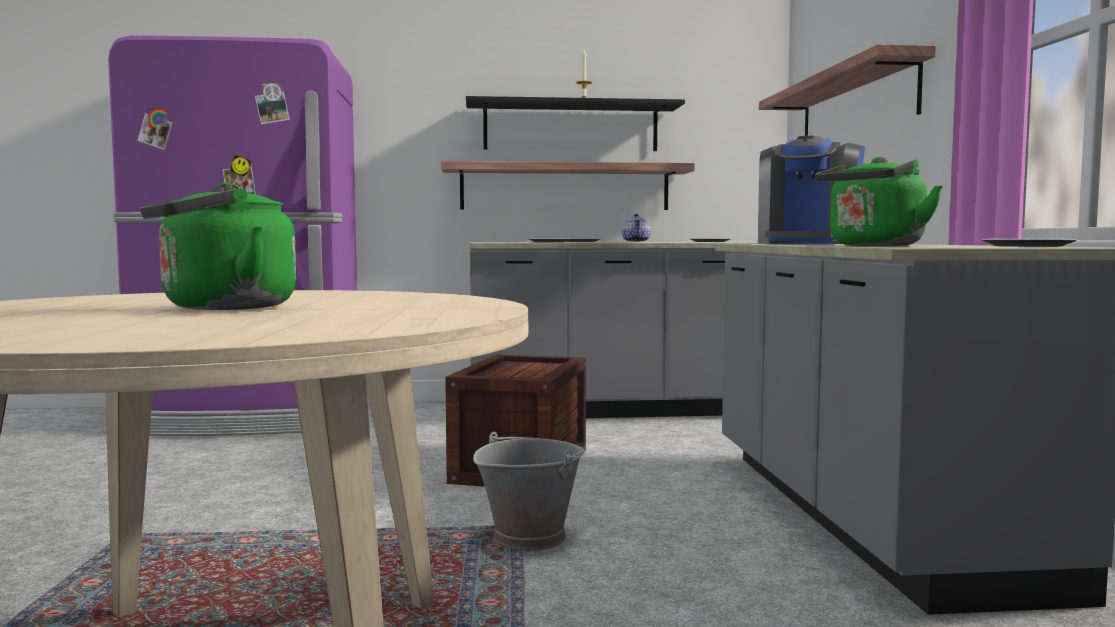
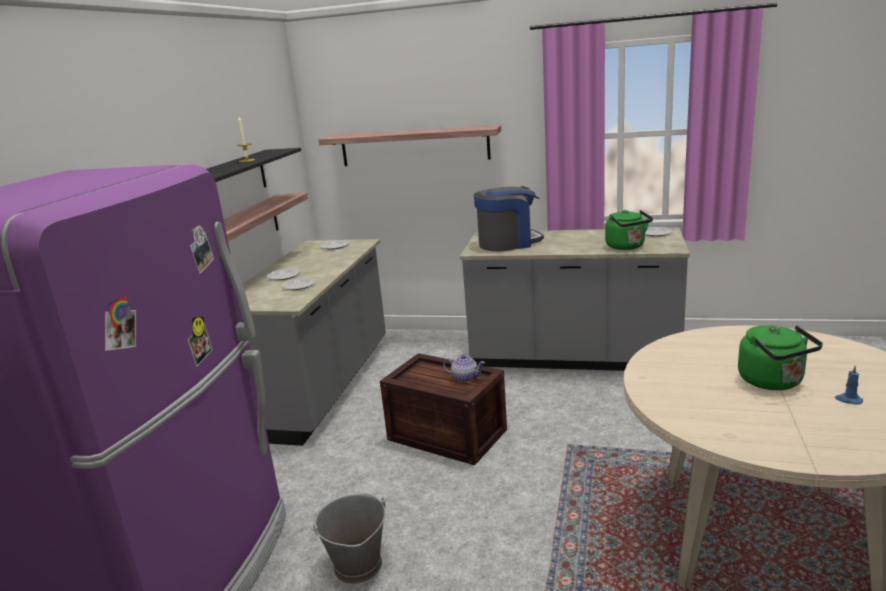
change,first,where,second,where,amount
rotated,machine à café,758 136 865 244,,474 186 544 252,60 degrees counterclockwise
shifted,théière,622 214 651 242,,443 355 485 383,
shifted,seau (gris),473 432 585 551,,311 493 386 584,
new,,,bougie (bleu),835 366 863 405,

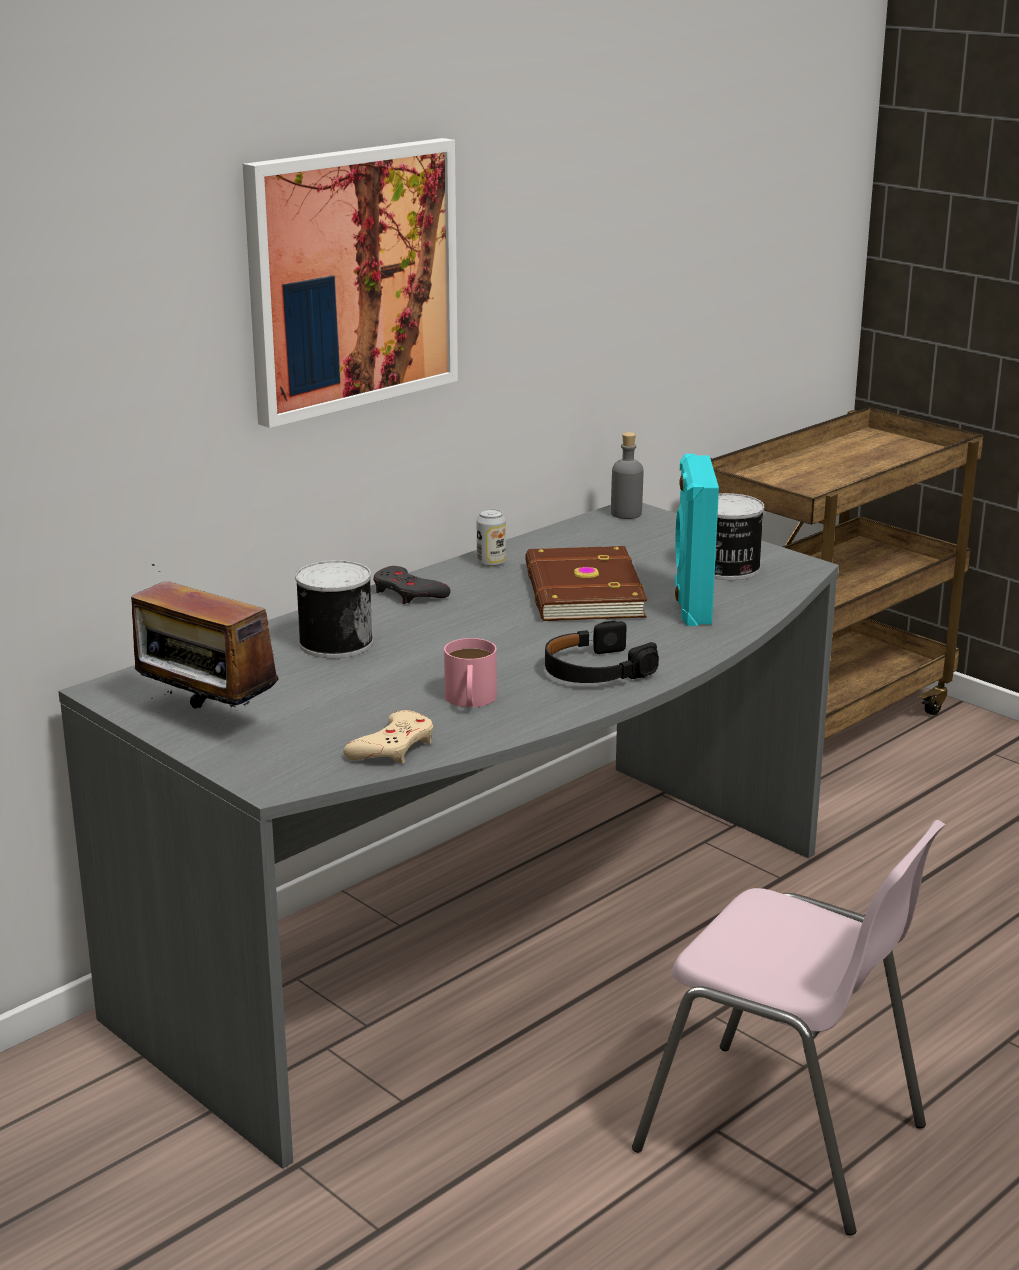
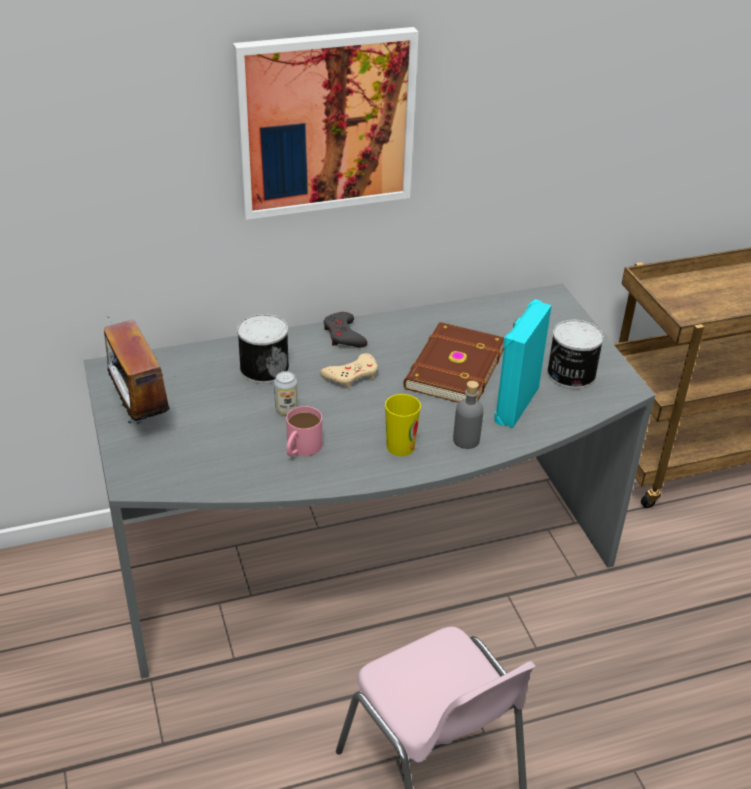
change,first,where,second,where,amount
shifted,bouteille (gris),611 432 644 519,,453 381 484 449,
shifted,boîte métallique,477 509 506 567,,274 371 298 415,
swapped,casque audio (noir),545 621 659 683,tasse,385 394 421 456,
shifted,manette (beige),343 710 434 763,,320 353 378 389,

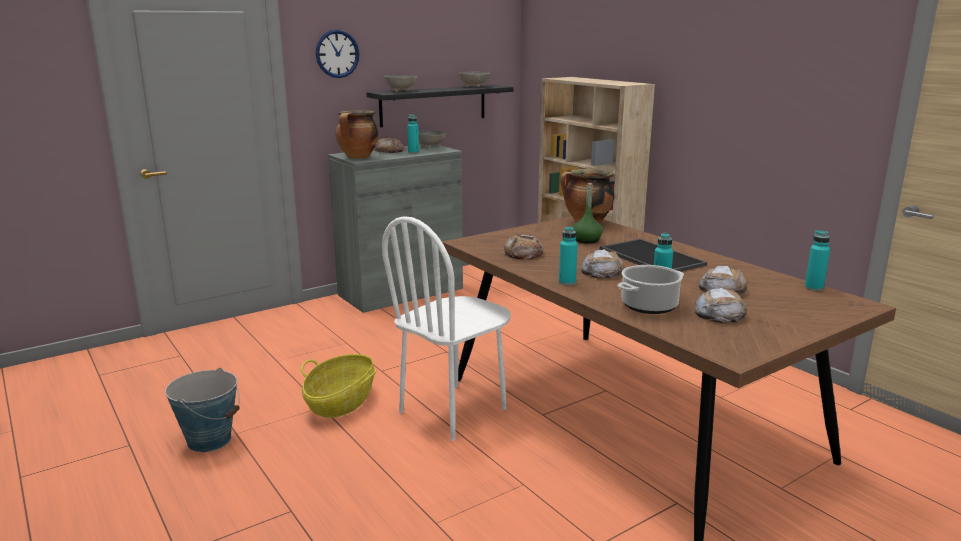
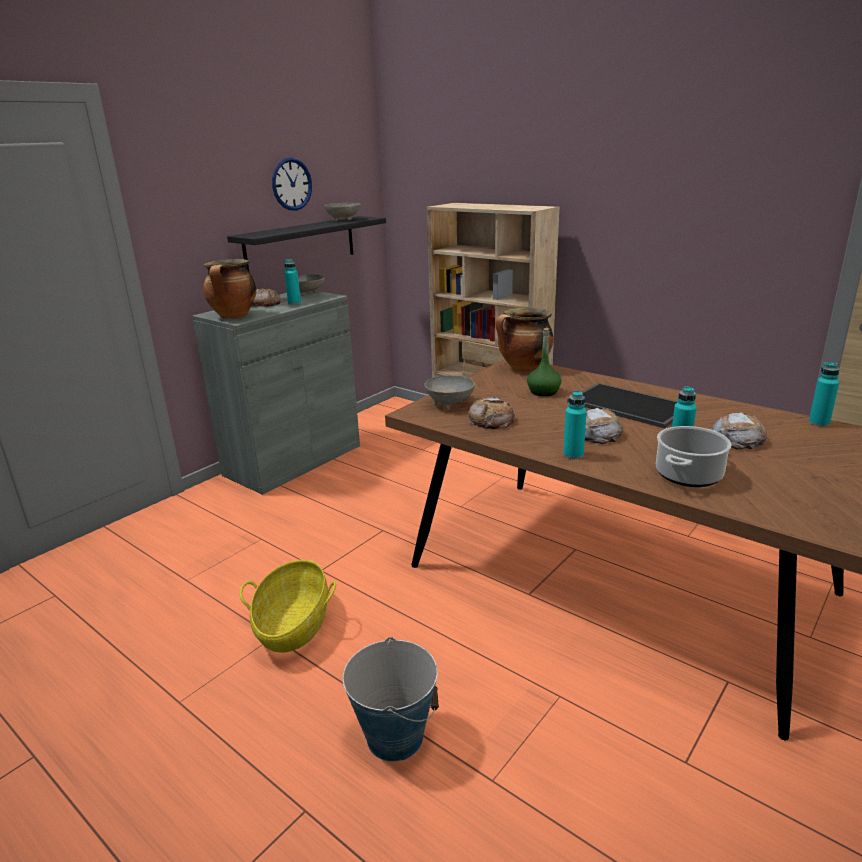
change,first,where,second,where,amount
shifted,horloge murale,316 30 359 78,,272 158 312 211,
shifted,bol (gris),384 75 417 92,,424 375 475 409,
gone,chaise (blanc),382 216 511 441,,,
gone,pain,695 287 748 324,,,
shifted,seau,165 368 240 452,,343 637 439 762,

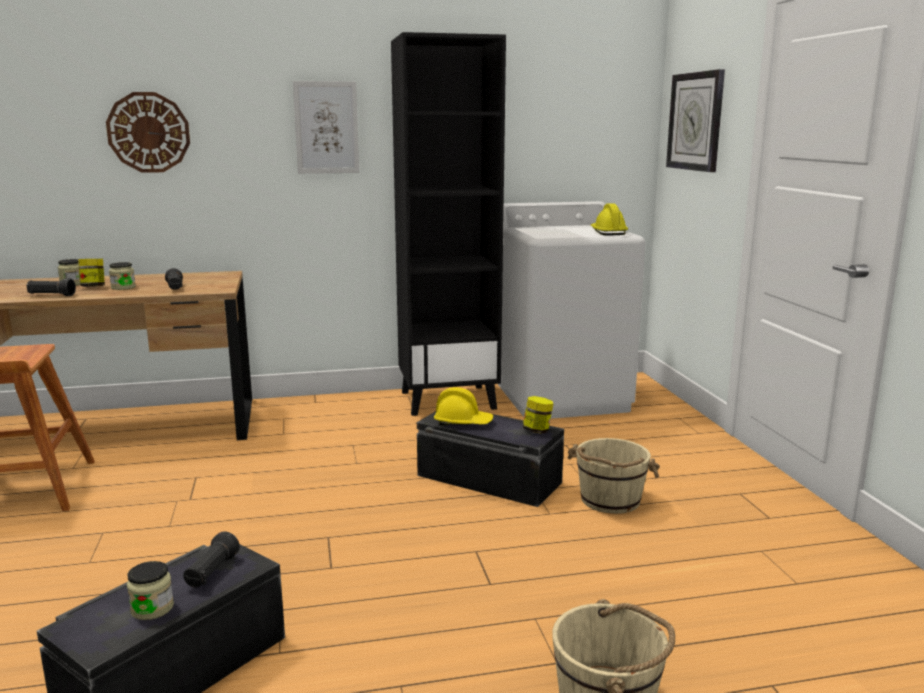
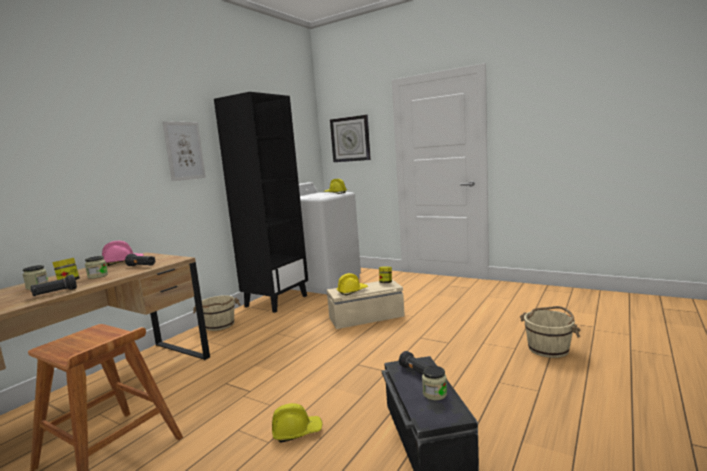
change,first,where,second,where,amount
gone,horloge murale,106 92 190 173,,,
repainted,boîte de rangement (noir),417 411 564 507,boîte de rangement (beige),327 280 405 329,
shifted,seau (beige),567 438 660 514,,193 295 241 331,
new,,,casque de chantier (rose),102 241 144 266,
new,,,casque de chantier (jaune),272 403 323 442,

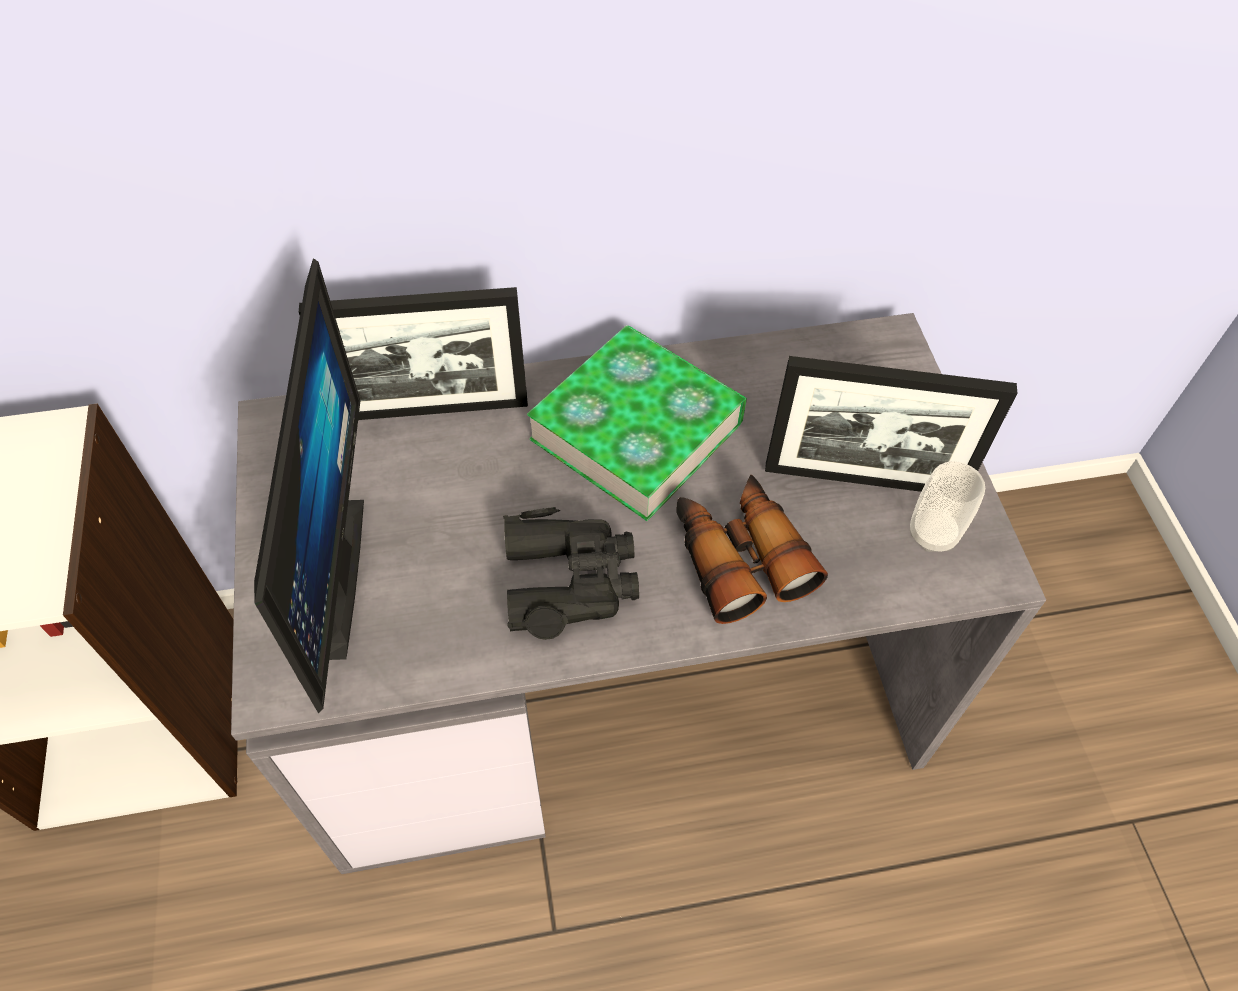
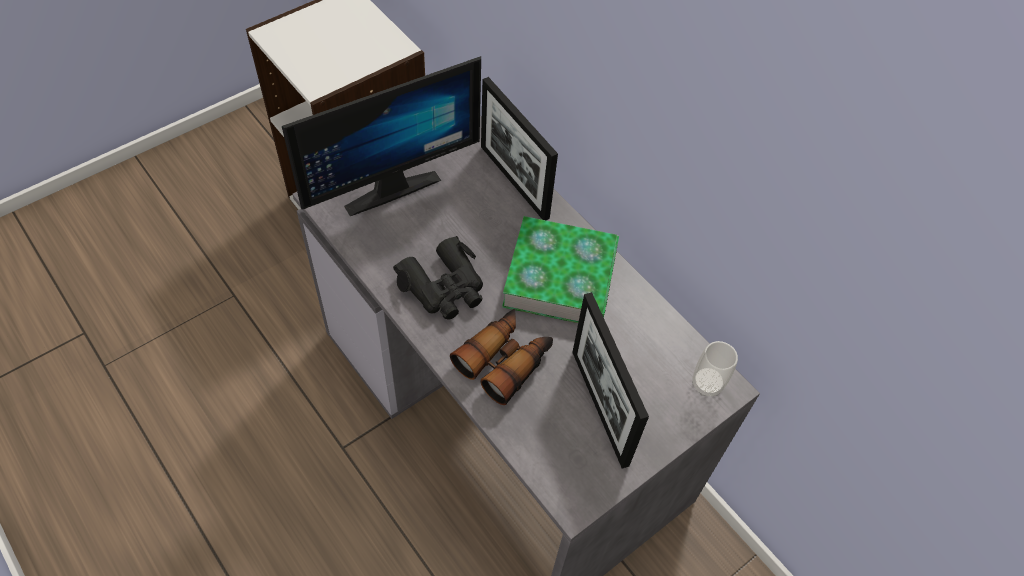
change,first,where,second,where,amount
shifted,tasse,910 461 985 552,,692 341 738 396,

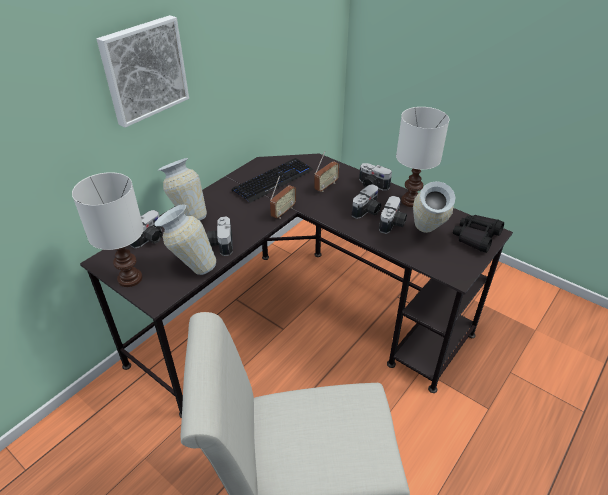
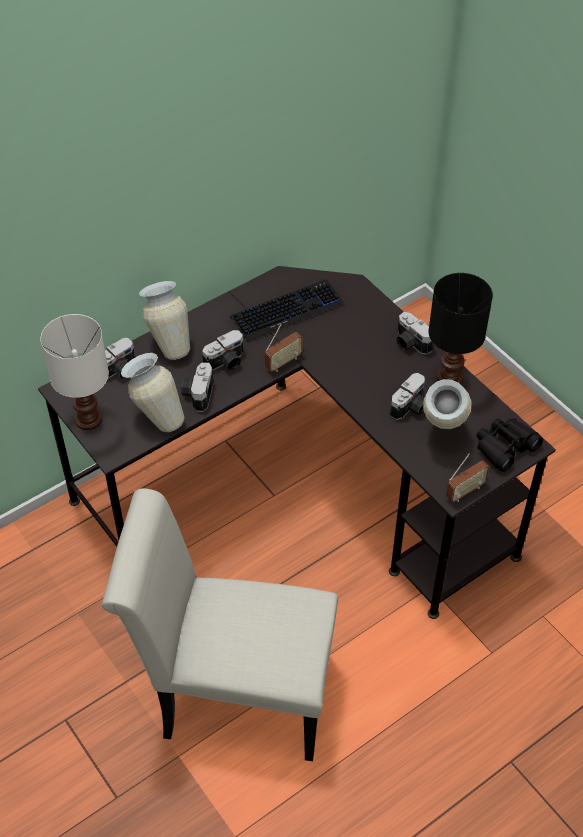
change,first,where,second,where,amount
gone,tableau,97 15 189 128,,,
repainted,lampe de table (blanc),396 107 449 207,lampe de table (noir),428 273 493 384,
shifted,radio,314 151 339 192,,446 454 490 502,
shifted,appareil photo,351 184 381 219,,202 330 243 371,

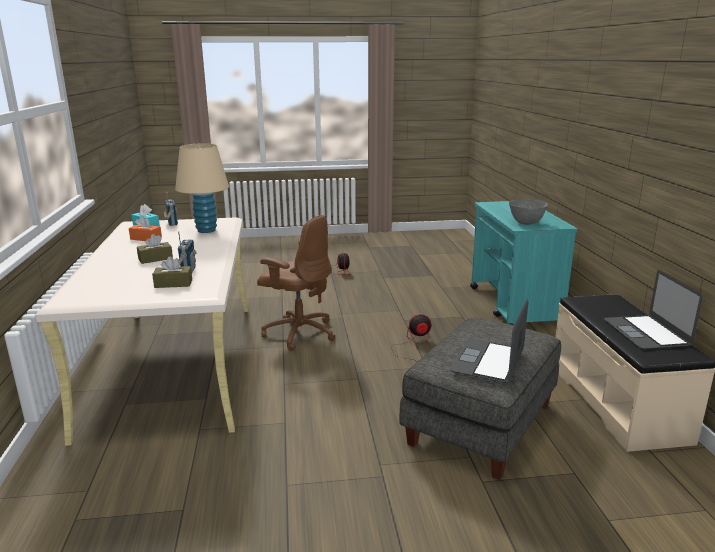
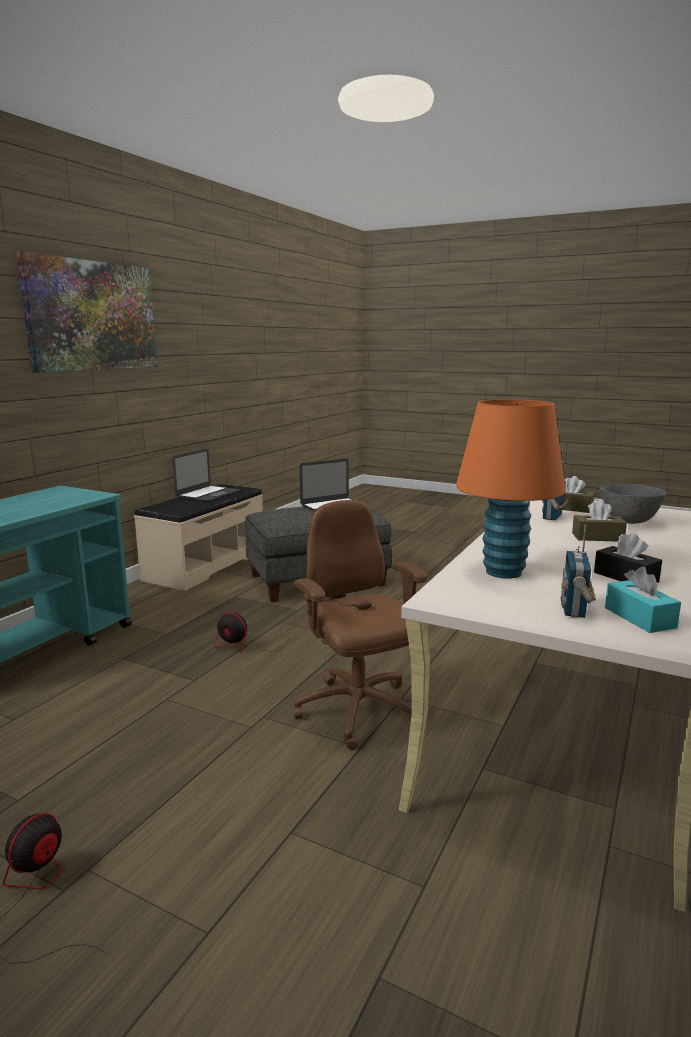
change,first,where,second,where,amount
repainted,lampe de table (beige),175 143 229 233,lampe de table (orange),456 399 566 579,
shifted,bol (gris),509 199 548 225,,599 483 667 524,
repainted,boîte à mouchoirs (orange),129 216 162 241,boîte à mouchoirs (noir),594 533 662 583,
new,,,tableau,16 251 158 373,

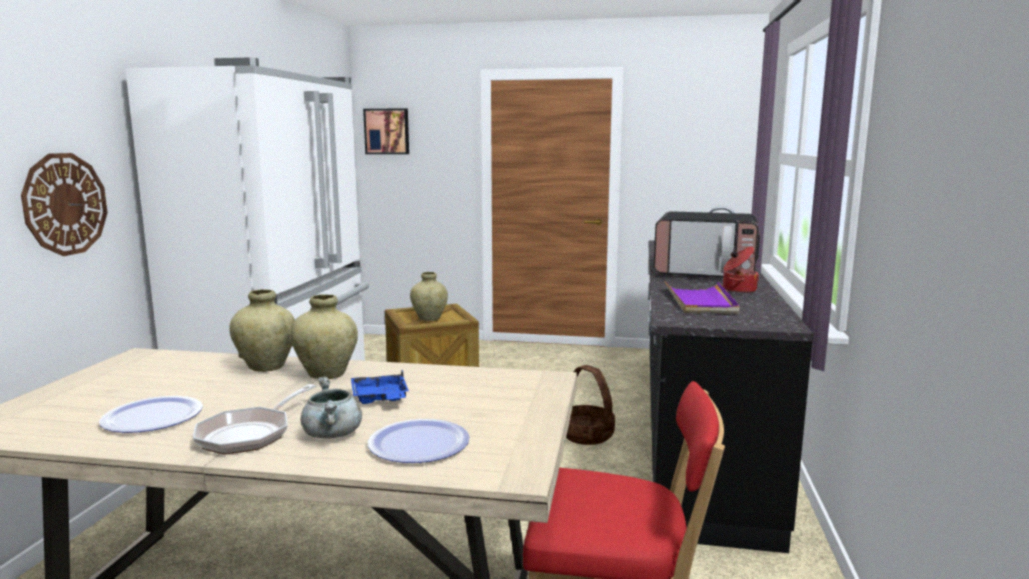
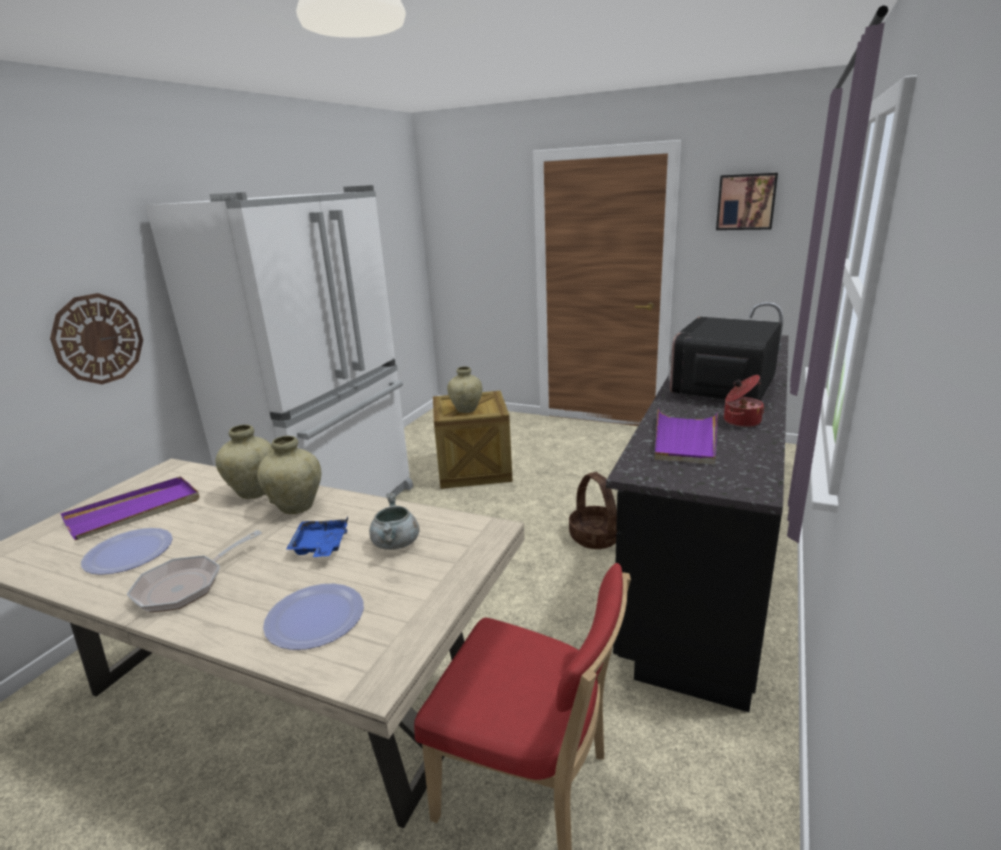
change,first,where,second,where,amount
shifted,tableau,363 108 409 154,,716 173 778 230,
rotated,micro-ondes,654 211 760 277,,668 317 782 401,90 degrees clockwise
shifted,marmite (gris),301 376 362 438,,369 493 420 550,
new,,,plateau (violet),60 476 200 541,

